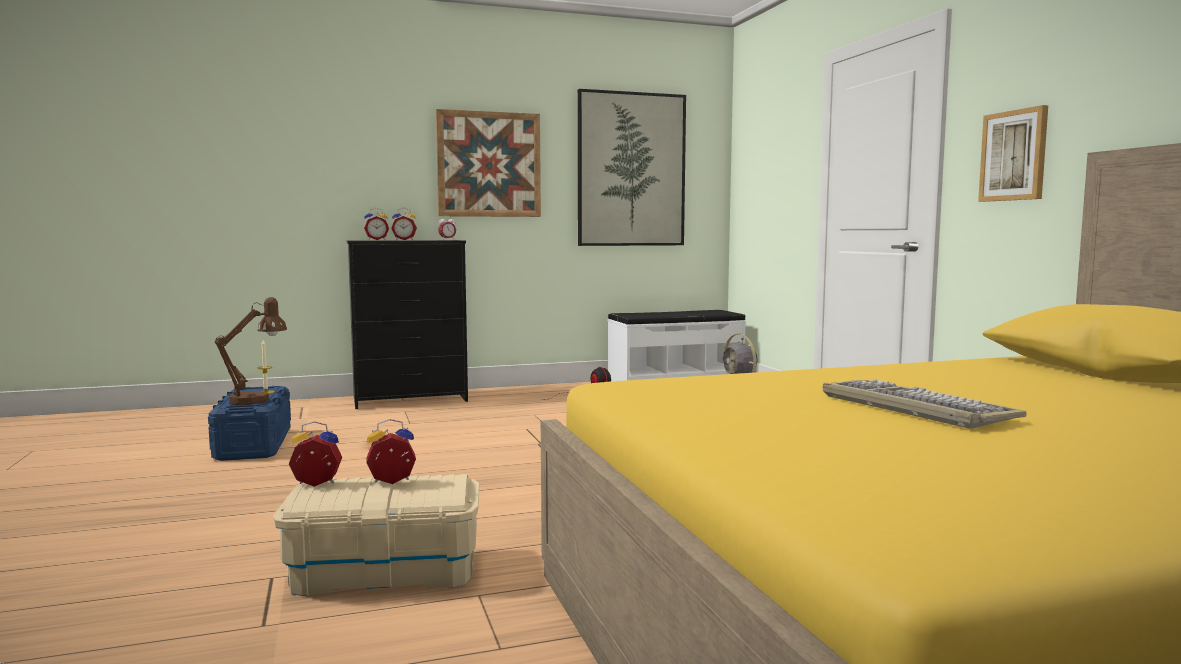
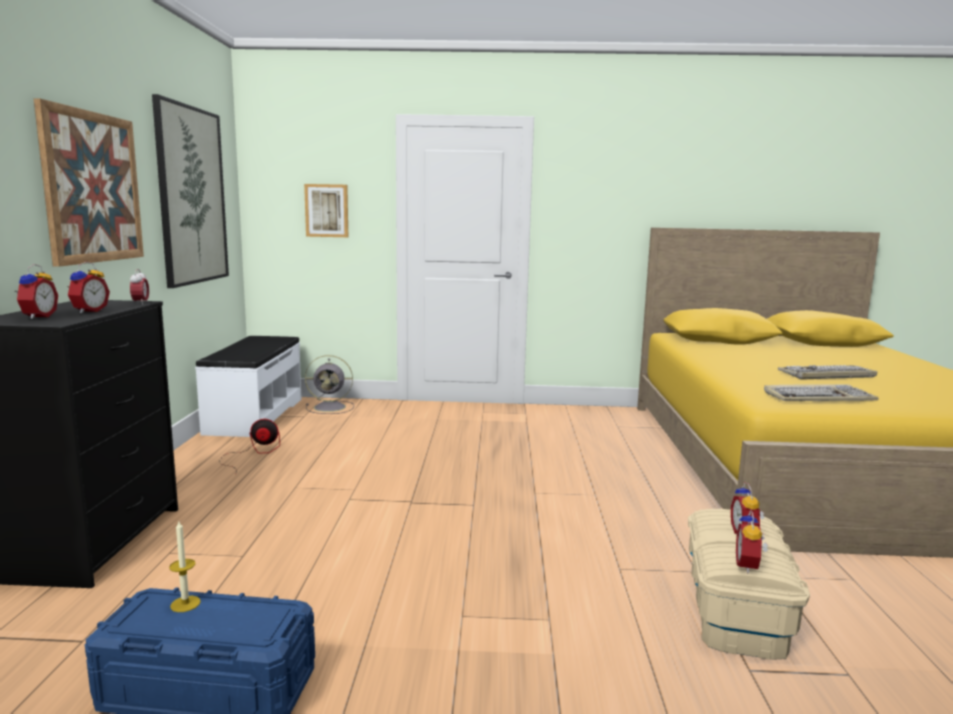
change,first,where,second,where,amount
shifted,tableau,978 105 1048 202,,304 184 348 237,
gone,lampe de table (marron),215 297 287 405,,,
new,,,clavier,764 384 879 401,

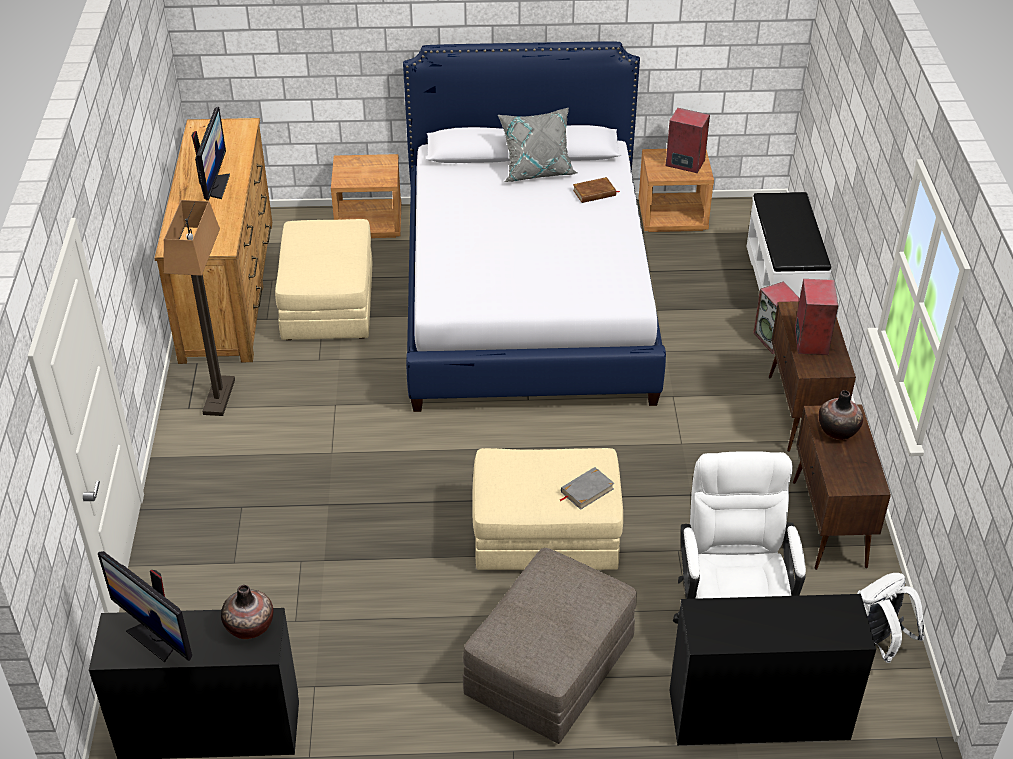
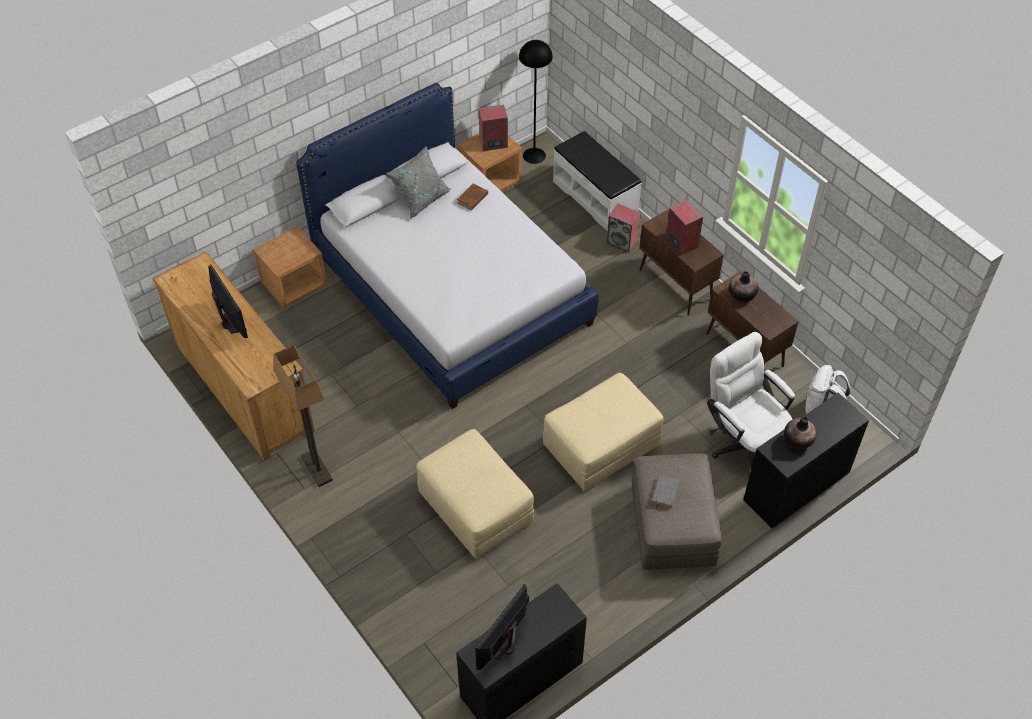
change,first,where,second,where,amount
shifted,pouf (beige),275 219 372 340,,416 429 534 559,
shifted,livre (gris),560 467 615 510,,652 475 680 510,
rotated,écran d'ordinateur,98 551 192 662,,475 584 529 670,120 degrees clockwise
shifted,vase,221 585 273 639,,784 417 816 449,
new,,,lampadaire (noir),519 40 553 164,

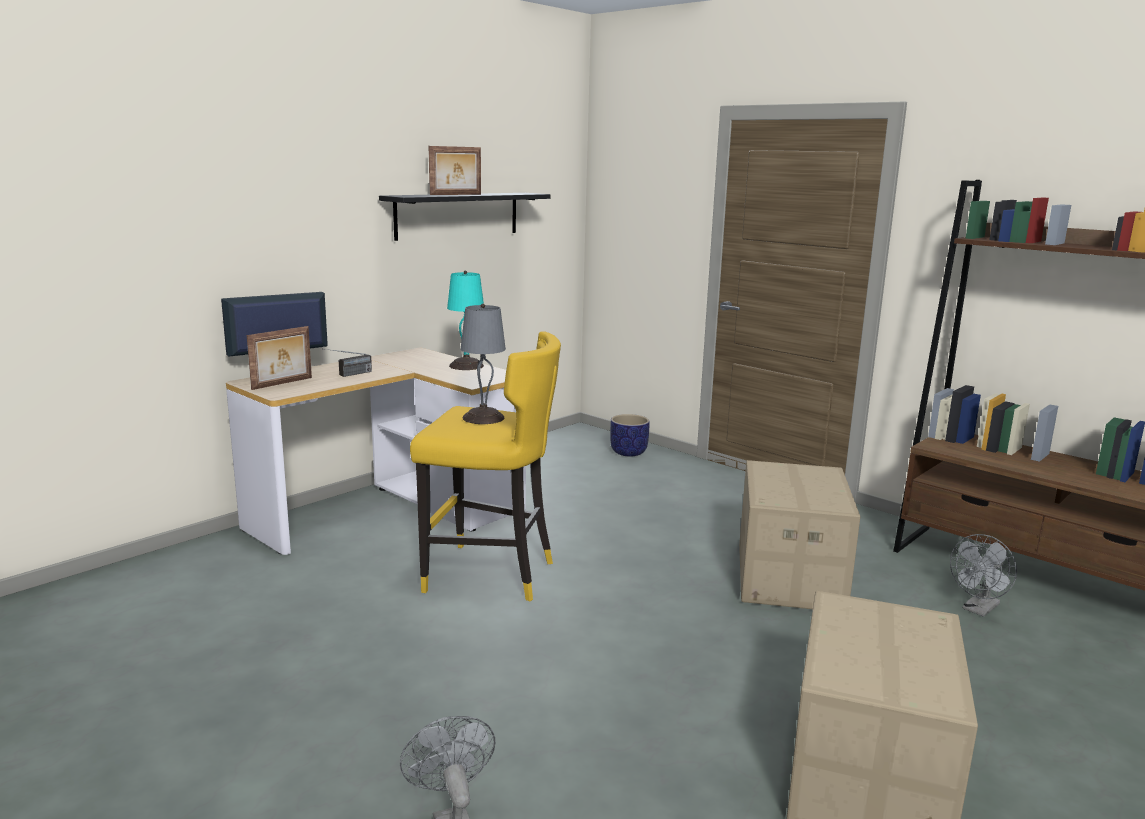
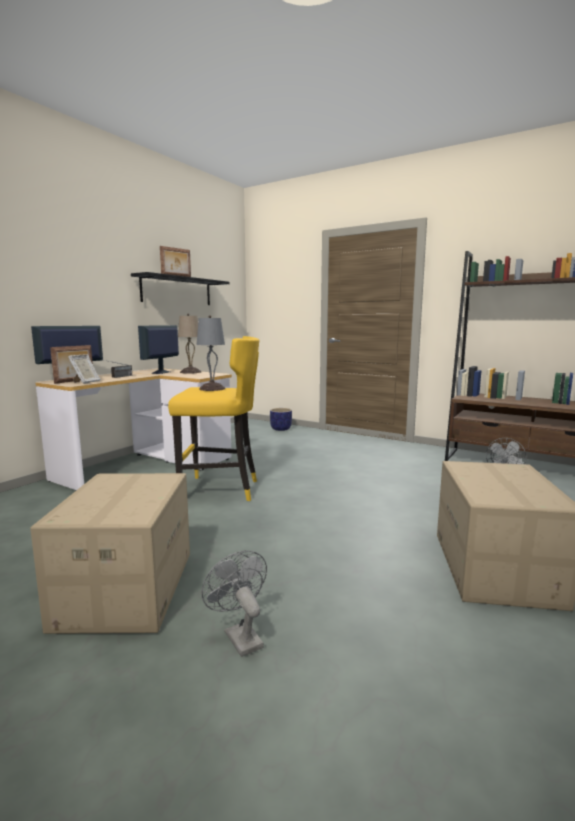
change,first,where,second,where,amount
repainted,lampe de table (turquoise),447 271 484 370,lampe de table (beige),178 314 201 374,
shifted,carton,739 460 860 609,,30 473 190 634,
new,,,écran d'ordinateur,138 325 179 374,
new,,,cadre photo,68 354 100 384,

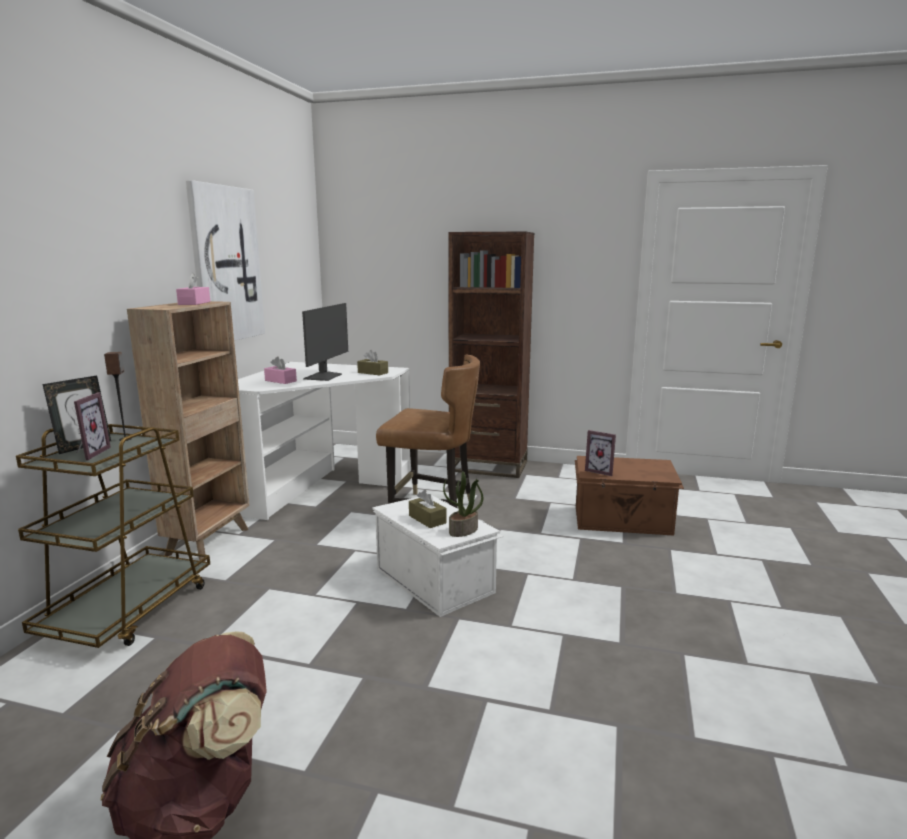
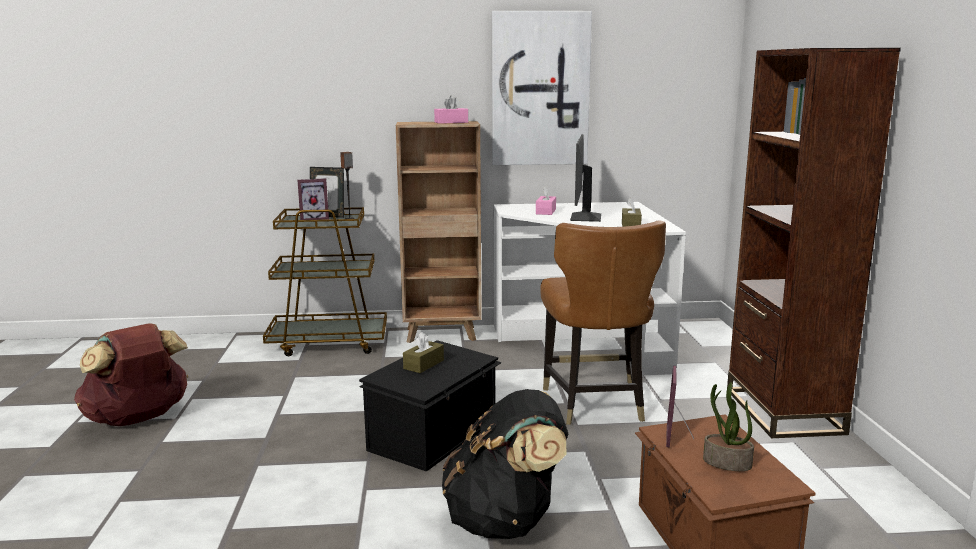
change,first,where,second,where,amount
rotated,écran d'ordinateur,302 303 348 381,,570 134 601 222,105 degrees clockwise
shifted,plante en pot,443 471 483 537,,703 382 754 471,
repainted,boîte de rangement (blanc),372 496 504 617,boîte de rangement (noir),359 340 502 472,
new,,,sac à dos (noir),442 389 568 539,

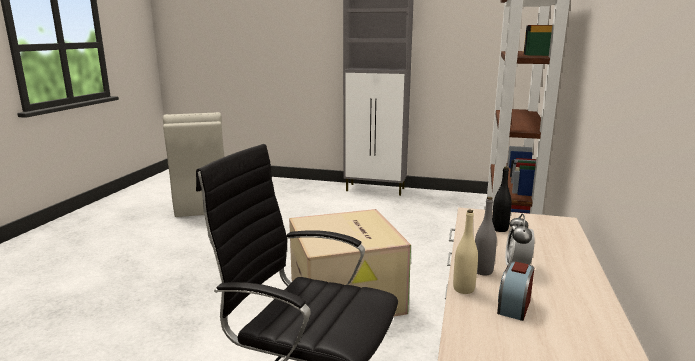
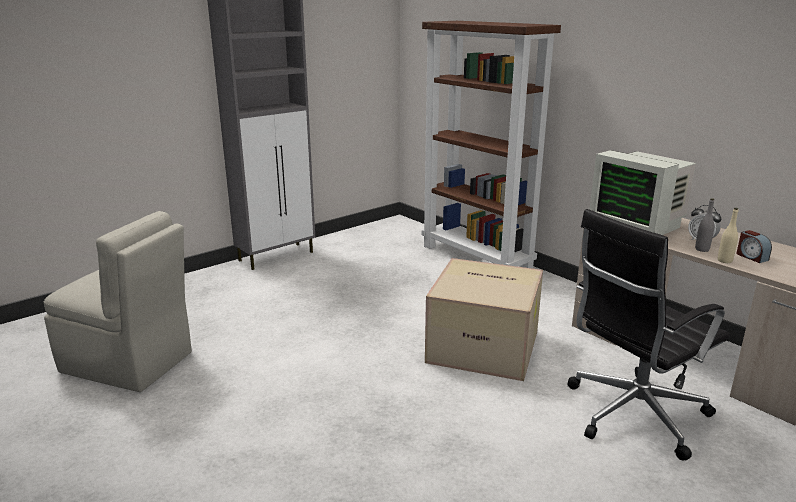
change,first,where,second,where,amount
swapped,bouteille (noir),492 166 512 232,écran d'ordinateur,589 150 696 235,

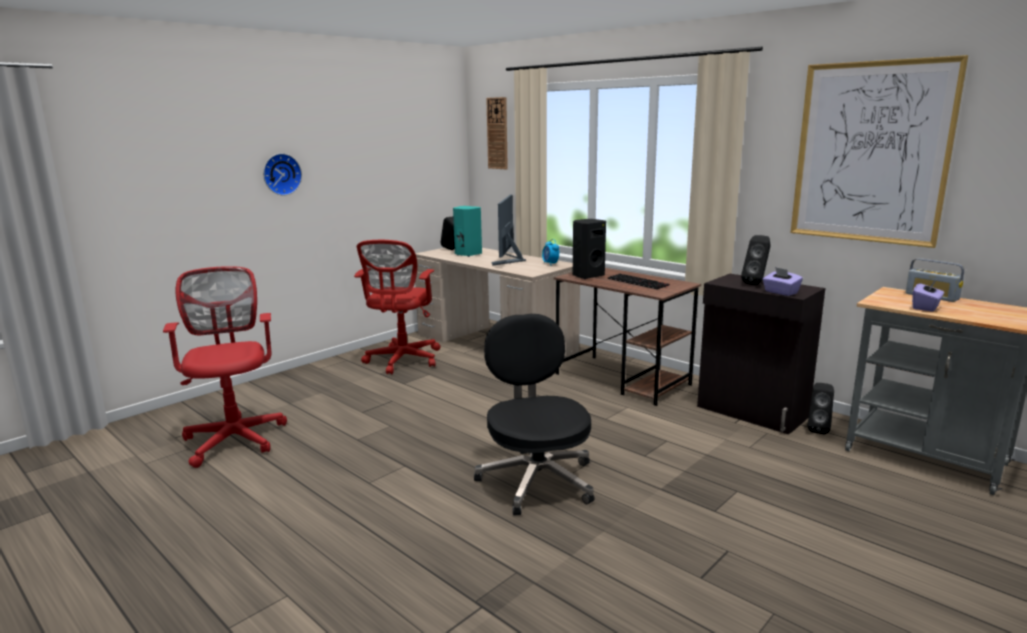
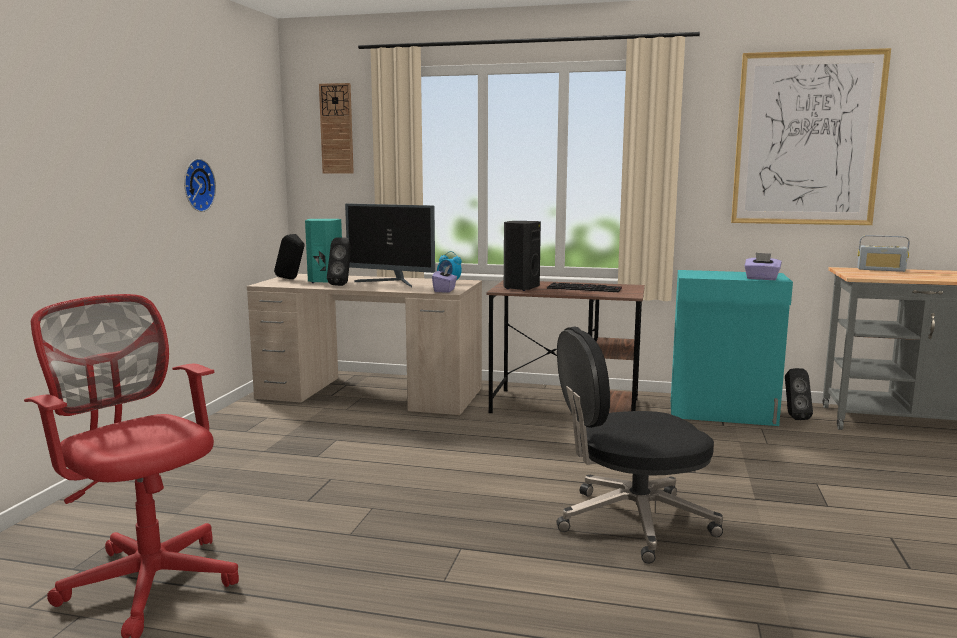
change,first,where,second,where,amount
shifted,horloge murale,263 153 302 196,,184 159 216 212,
rotated,écran d'ordinateur,491 194 526 266,,345 203 435 287,45 degrees counterclockwise
shifted,enceinte (noir),741 235 771 285,,327 237 351 286,
gone,chaise de bureau (rouge),354 240 440 374,,,
repainted,meuble de rangement (noir),697 274 825 435,meuble de rangement (turquoise),671 270 793 426,
shifted,boîte à mouchoirs (violet),912 280 944 312,,432 266 457 293,
rotated,chaise de bureau (noir),474 314 595 515,,556 327 723 564,60 degrees counterclockwise

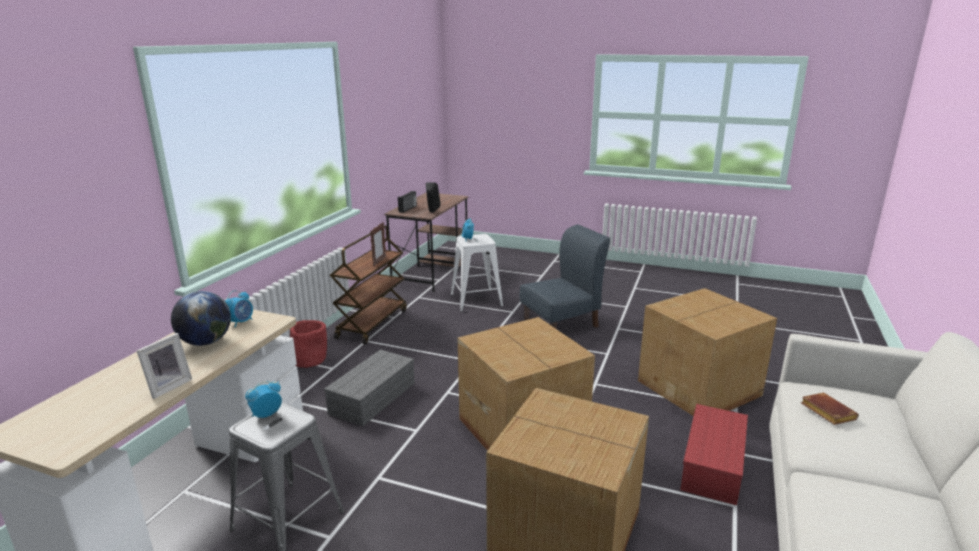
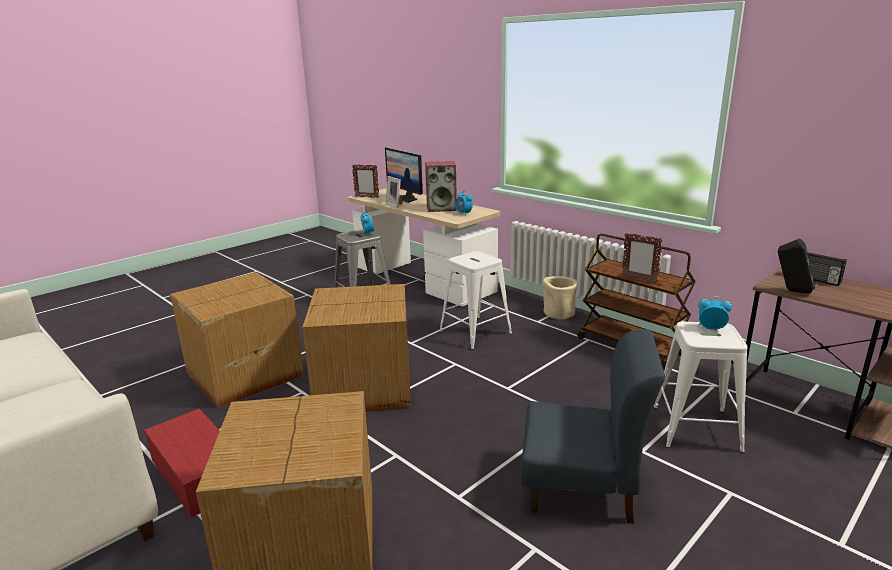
change,first,where,second,where,amount
rotated,chaise (bleu),520 224 610 329,,521 329 665 524,75 degrees counterclockwise
swapped,globe,171 291 231 346,enceinte,425 161 457 212,
repainted,cache-pot (rouge),290 320 327 368,cache-pot (beige),543 276 578 320,
swapped,boîte de rangement (gris),324 350 415 426,tabouret (blanc),440 251 512 349,
gone,livre (marron),801 393 859 425,,,
new,,,écran d'ordinateur,385 148 423 203,
new,,,cadre photo,352 165 379 198,

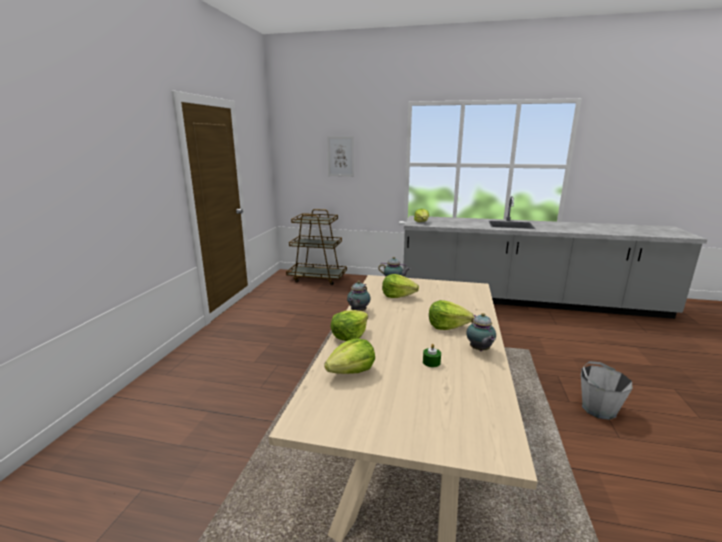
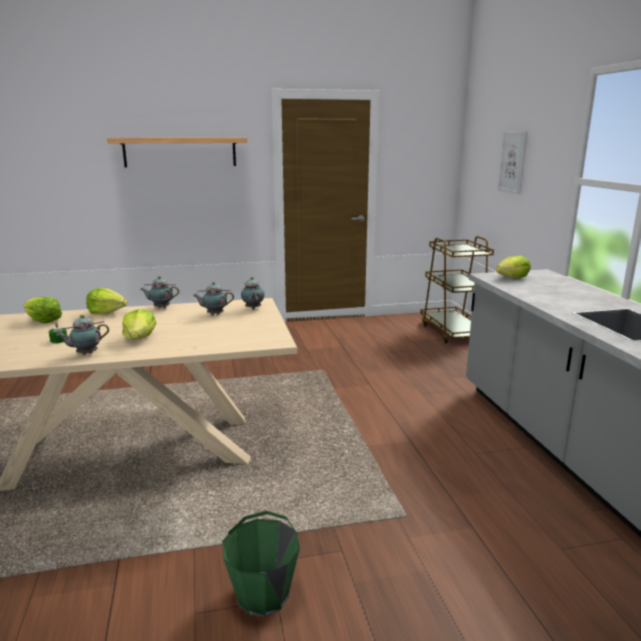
change,first,where,second,where,amount
swapped,laitue,382 274 419 298,théière,193 282 234 315,
repainted,seau (gris),581 361 633 420,seau (vert),222 511 300 616,
new,,,étagère,107 137 247 167,

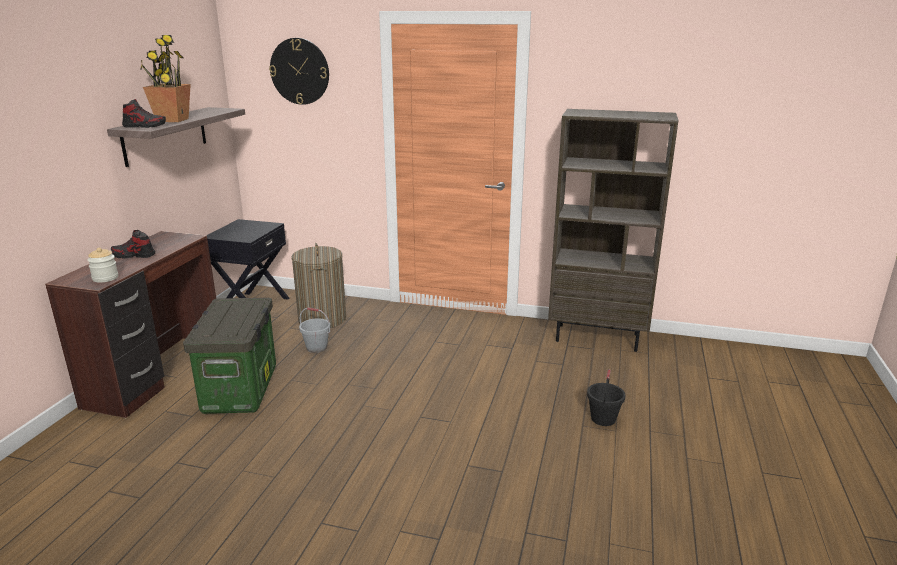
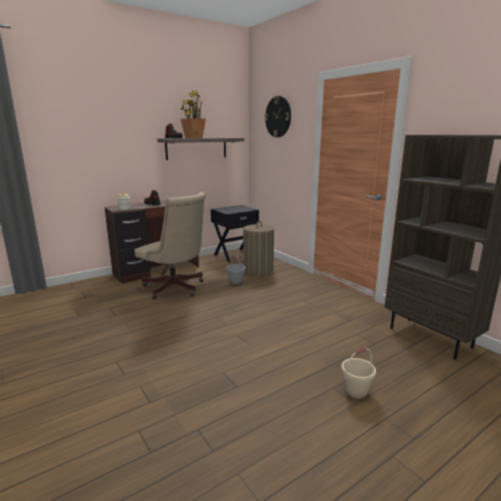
change,first,where,second,where,amount
swapped,boîte de rangement,183 298 276 414,chaise de bureau (beige),135 192 206 299,
repainted,seau (noir),587 369 625 426,seau (beige),341 348 376 399,

